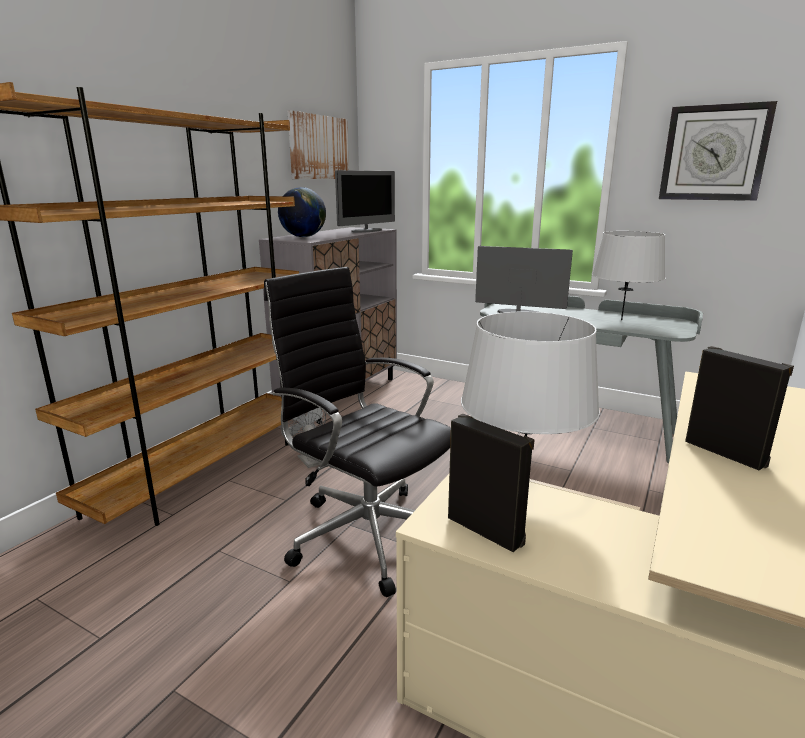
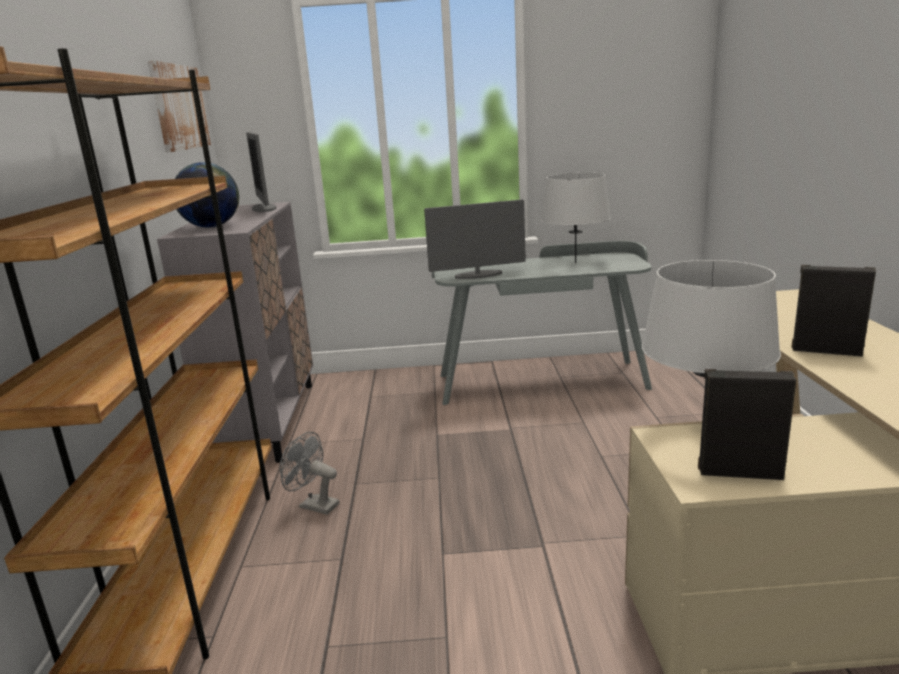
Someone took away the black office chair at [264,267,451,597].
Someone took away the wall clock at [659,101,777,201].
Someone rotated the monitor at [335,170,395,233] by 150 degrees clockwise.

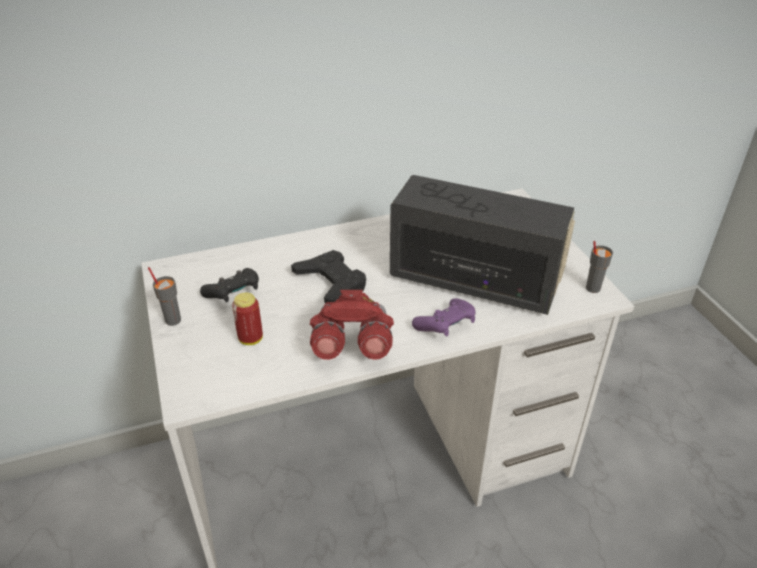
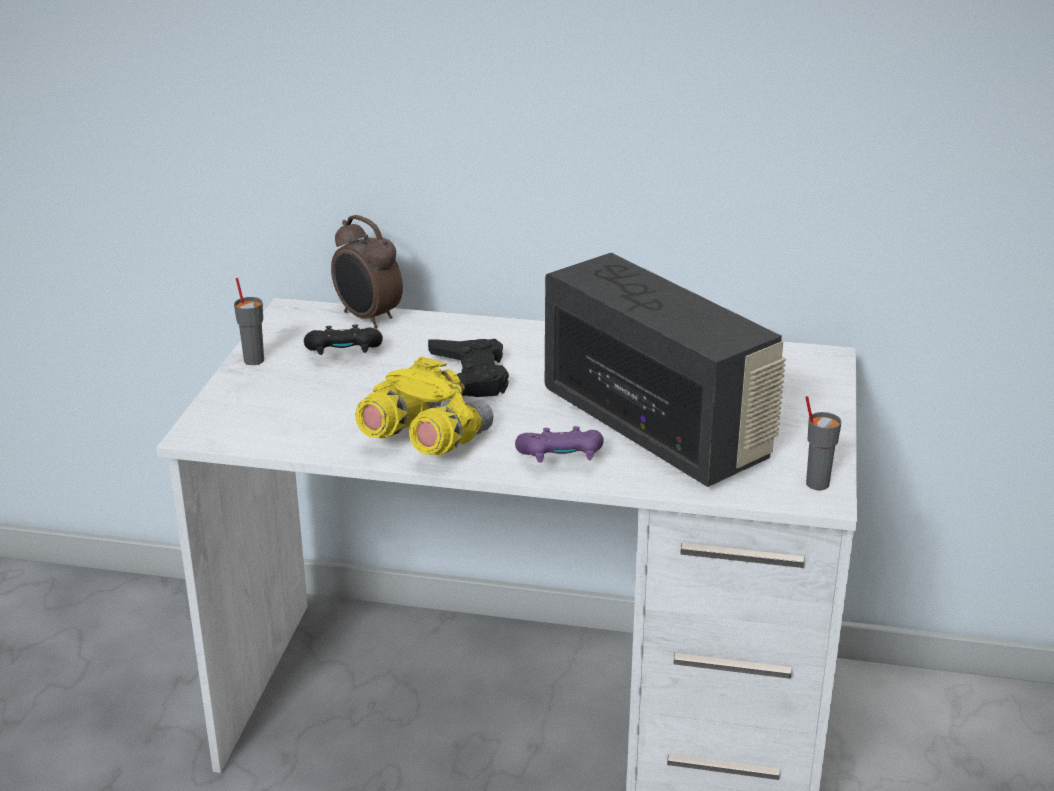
Someone took away the can at [232,293,263,345].
Someone put down the alarm clock at [331,215,403,328].
Someone repainted the red binoculars at [310,290,394,360], which became the yellow binoculars at [355,356,494,455].

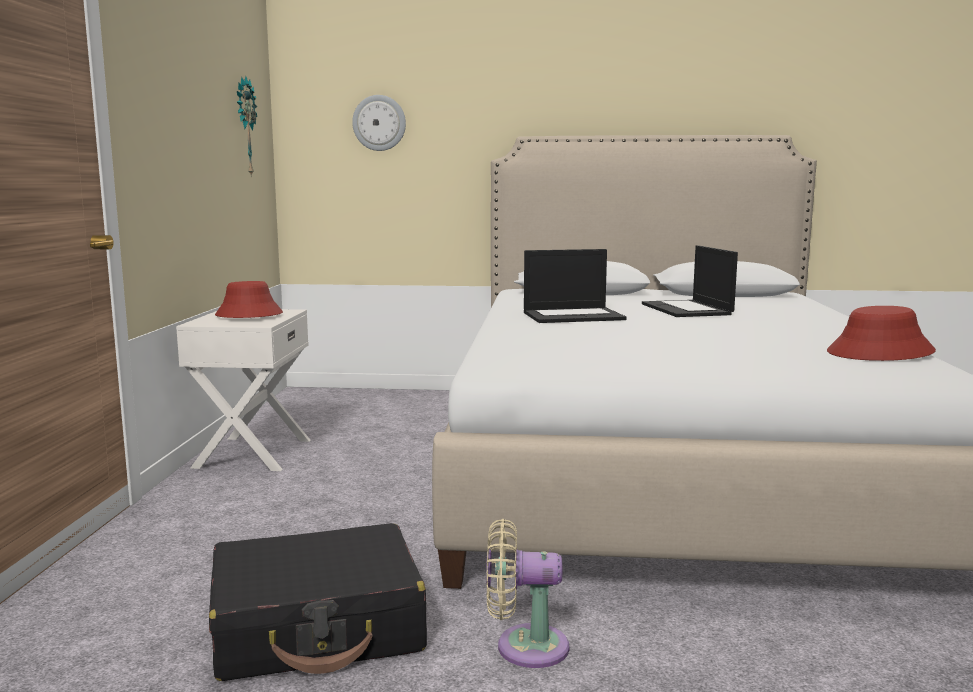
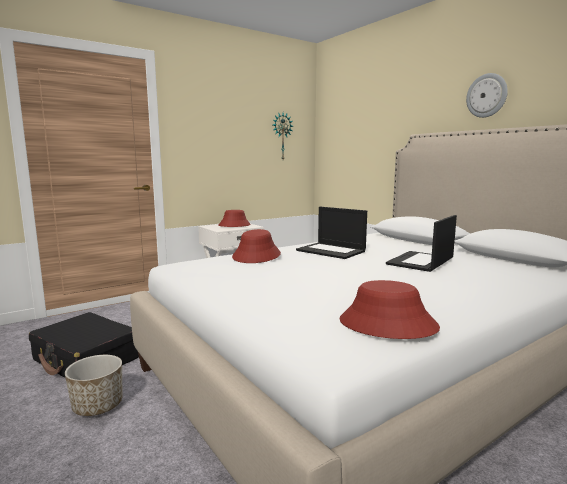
Someone put down the red hat at [232,229,281,263].
Someone carried the wall clock from [352,95,406,151] to [466,73,508,118].
Someone swapped the beige fan at [486,519,569,668] for the planter at [65,355,123,416].

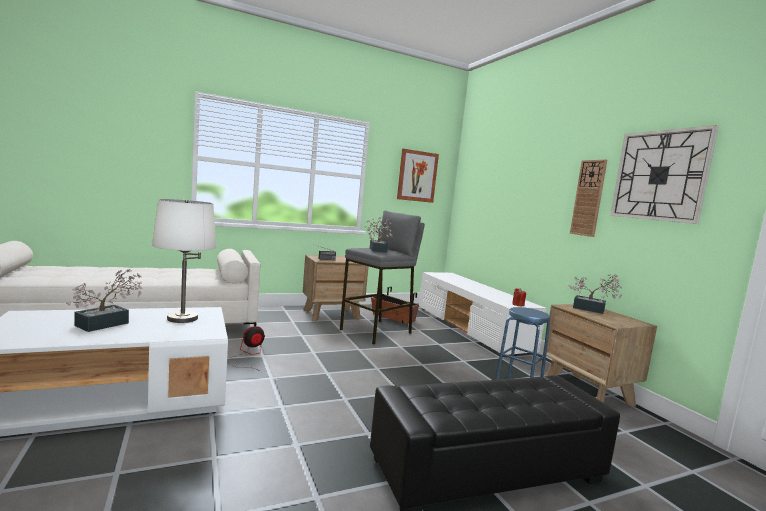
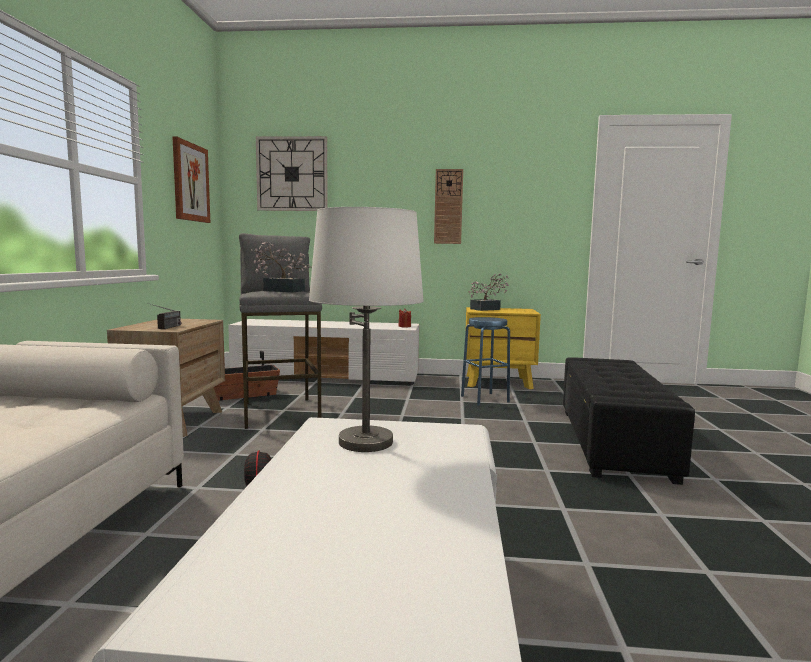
Someone took away the potted plant at [66,269,142,332].
Someone carried the wall clock from [610,125,719,224] to [256,136,328,211].
Someone repainted the brown nightstand at [545,304,657,407], which became the yellow nightstand at [465,307,541,389].

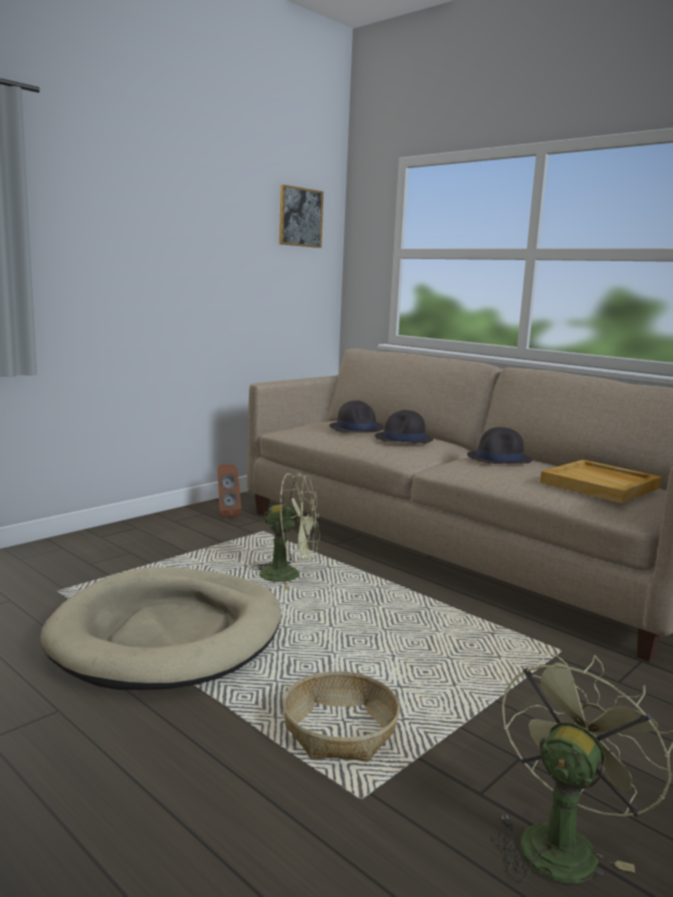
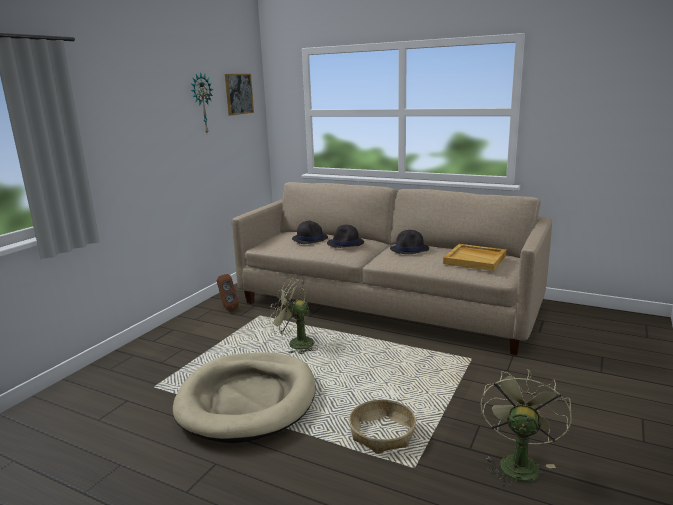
Someone put up the wall clock at [191,72,213,133].
Someone rotated the green fan at [251,473,320,590] by 150 degrees counterclockwise.

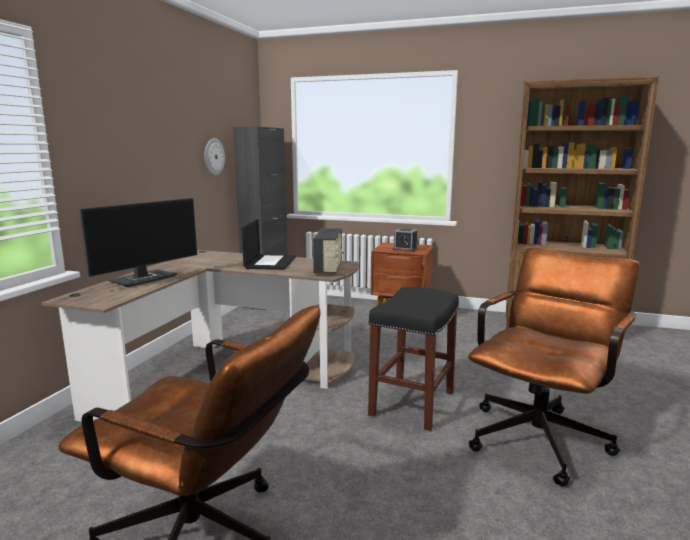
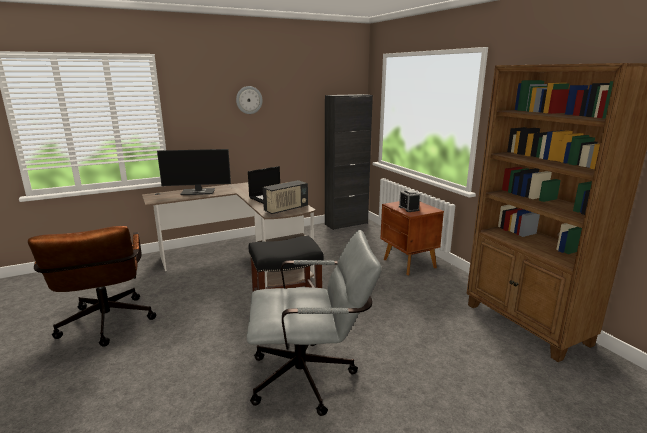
Someone carried the wall clock from [205,138,225,176] to [236,86,263,114].
Someone repainted the brown office chair at [468,247,640,487], which became the grey office chair at [246,230,382,416].

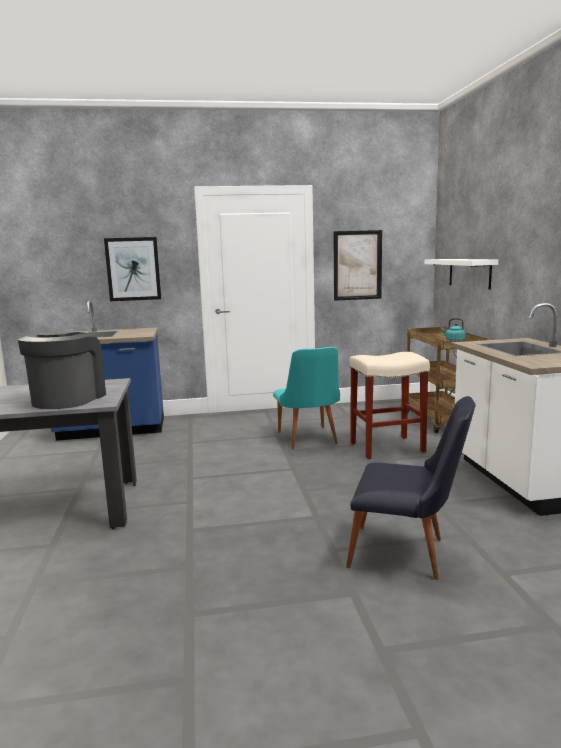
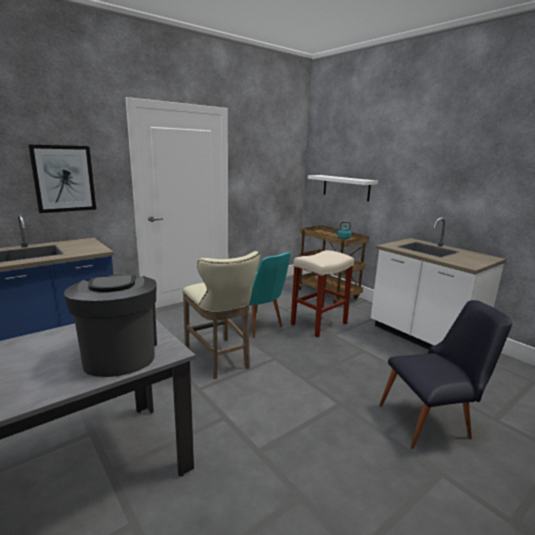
Someone took away the picture at [333,230,382,301].
Someone put down the beige stool at [183,251,260,379].

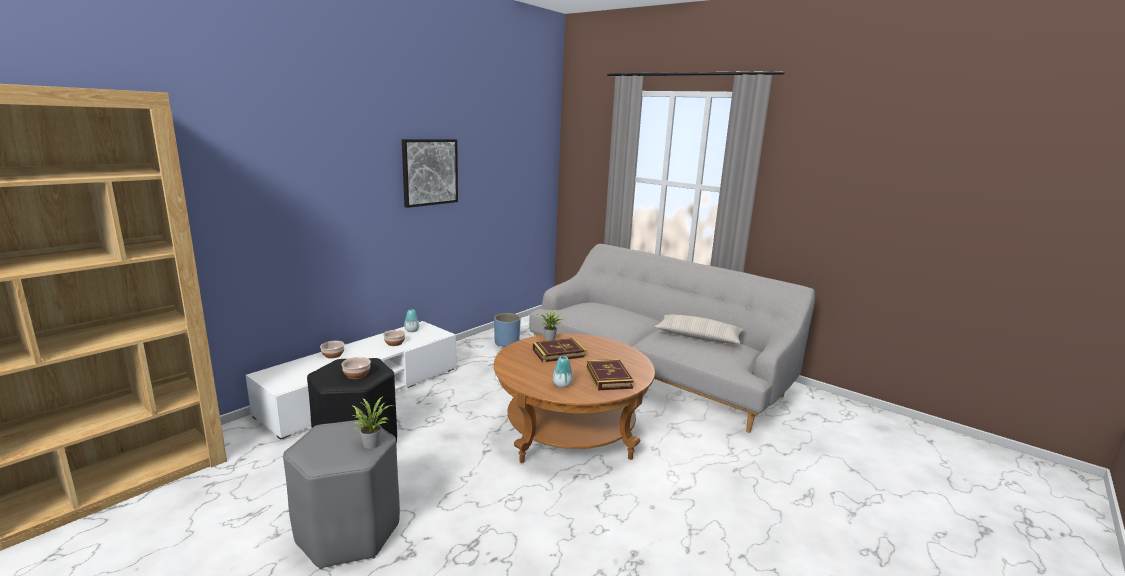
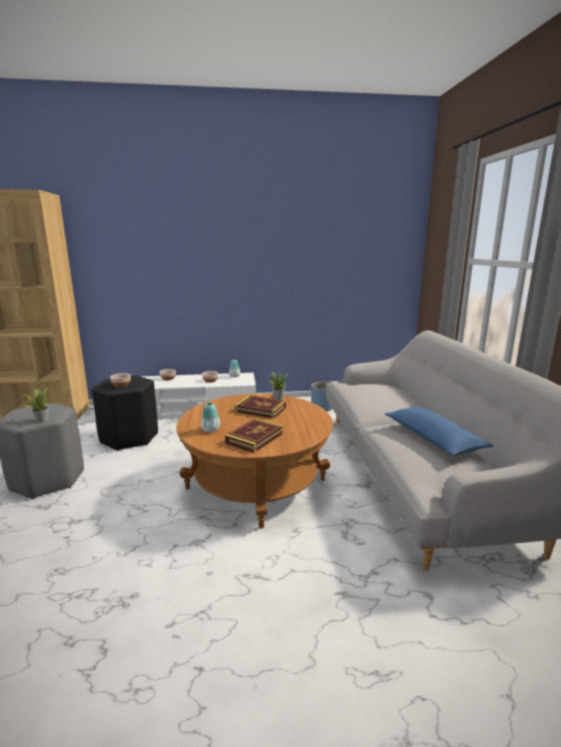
Someone took away the picture at [402,139,458,208].
Someone repainted the beige pillow at [654,314,744,344], which became the blue pillow at [385,407,493,456].

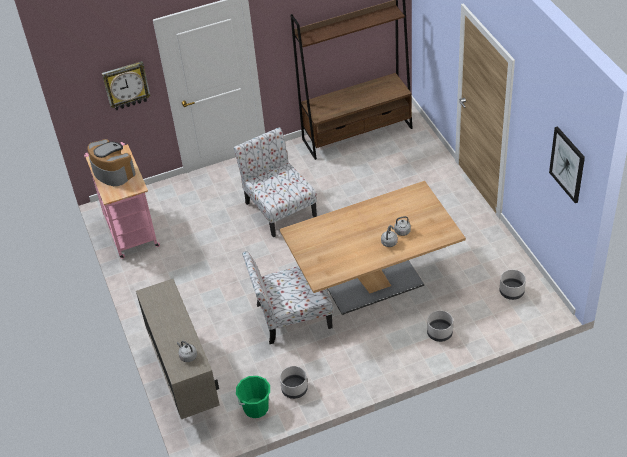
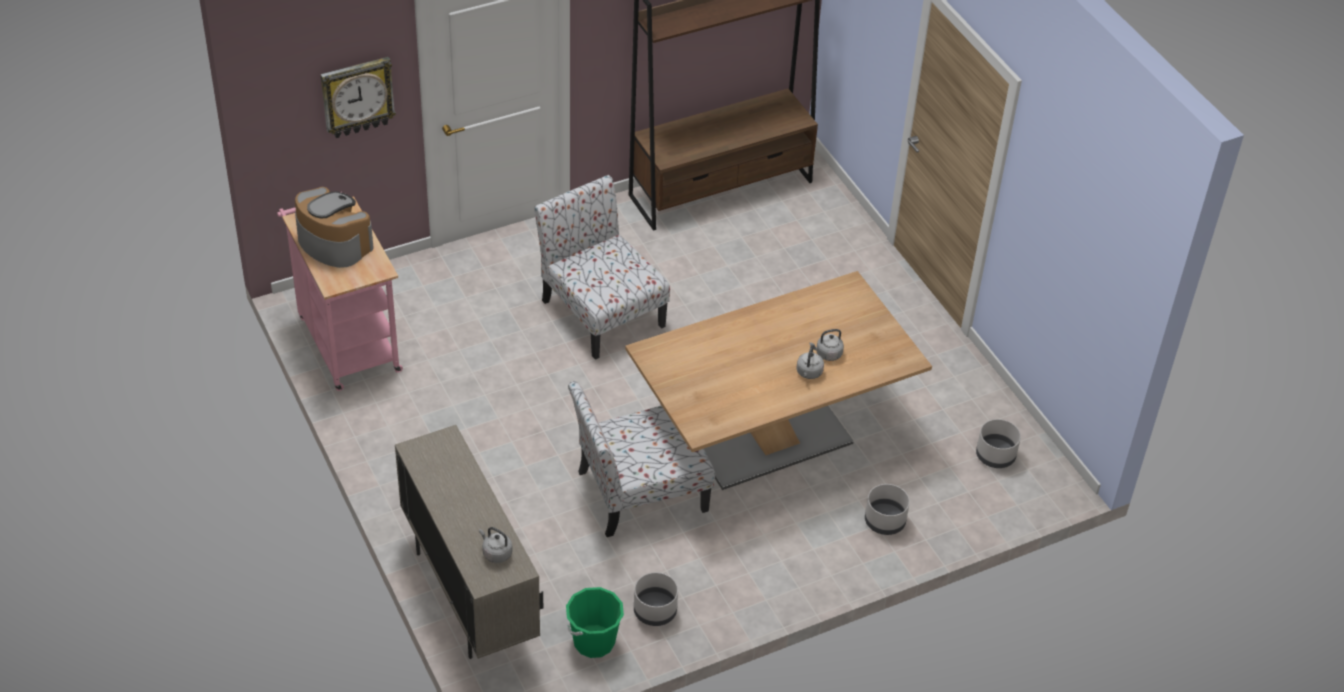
Someone took away the picture at [549,126,585,203].

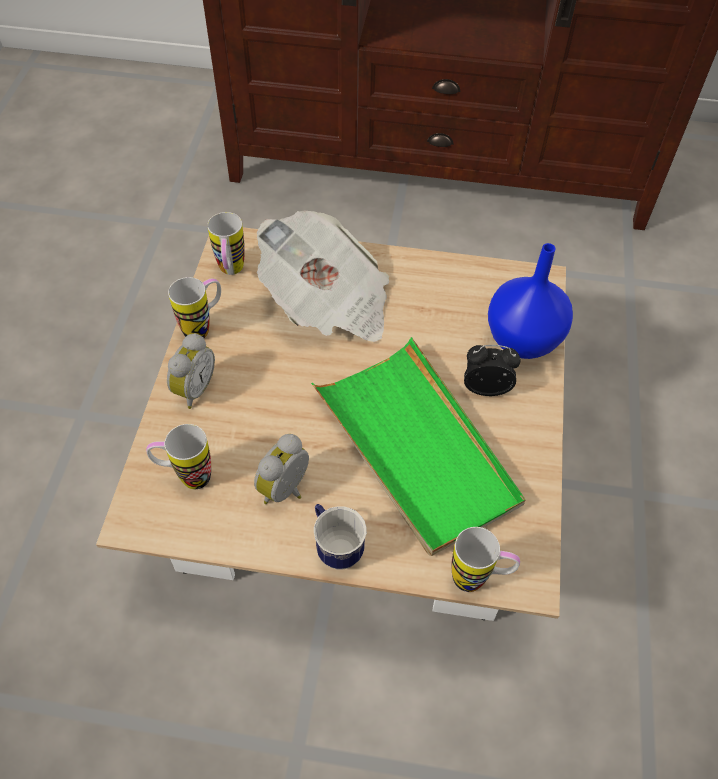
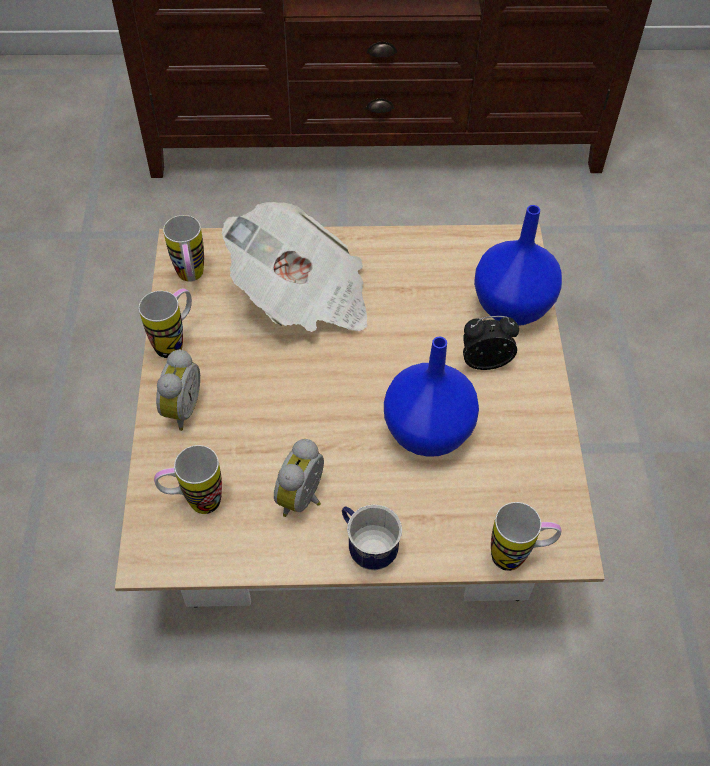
Someone swapped the green tray at [311,337,526,556] for the blue vase at [384,337,479,457].

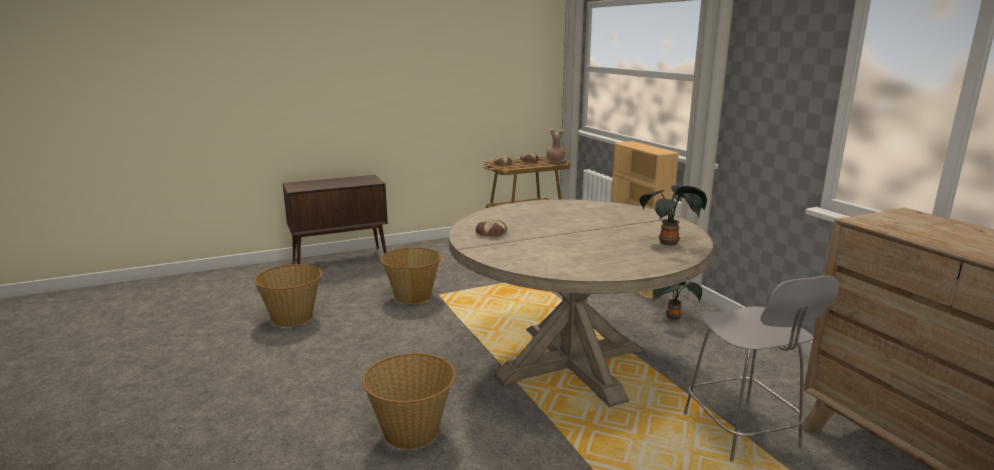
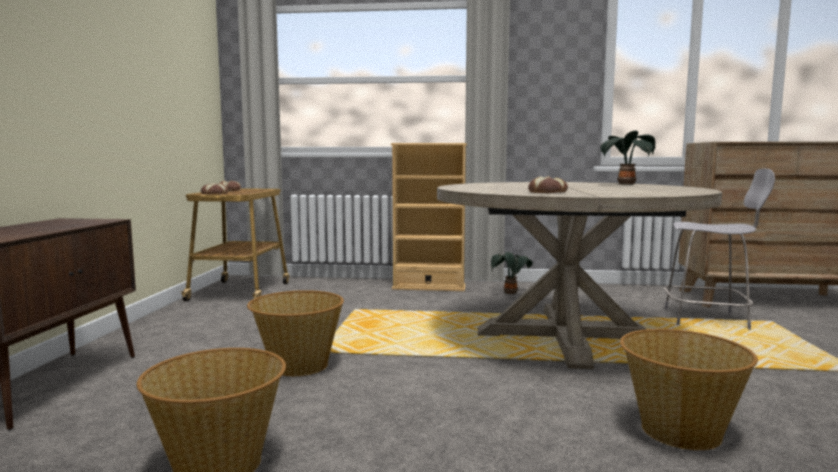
Someone took away the brown vase at [546,129,565,162].

